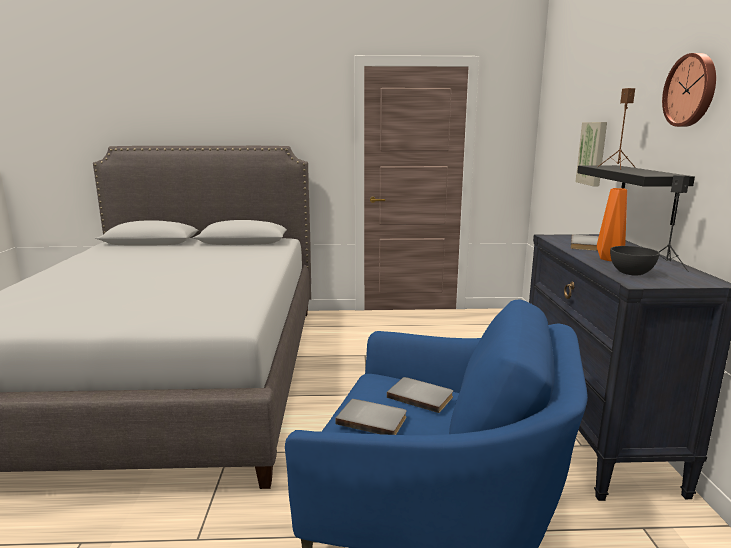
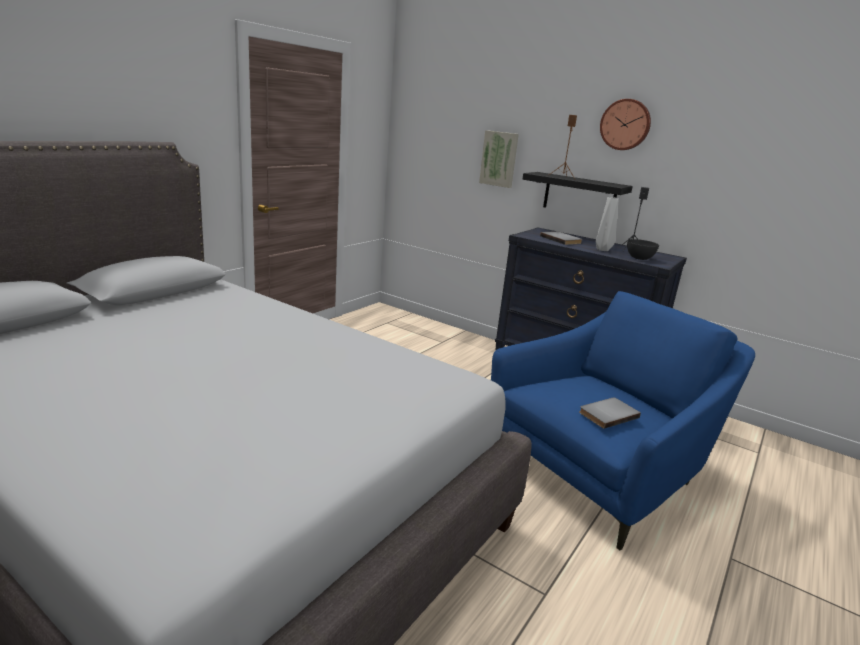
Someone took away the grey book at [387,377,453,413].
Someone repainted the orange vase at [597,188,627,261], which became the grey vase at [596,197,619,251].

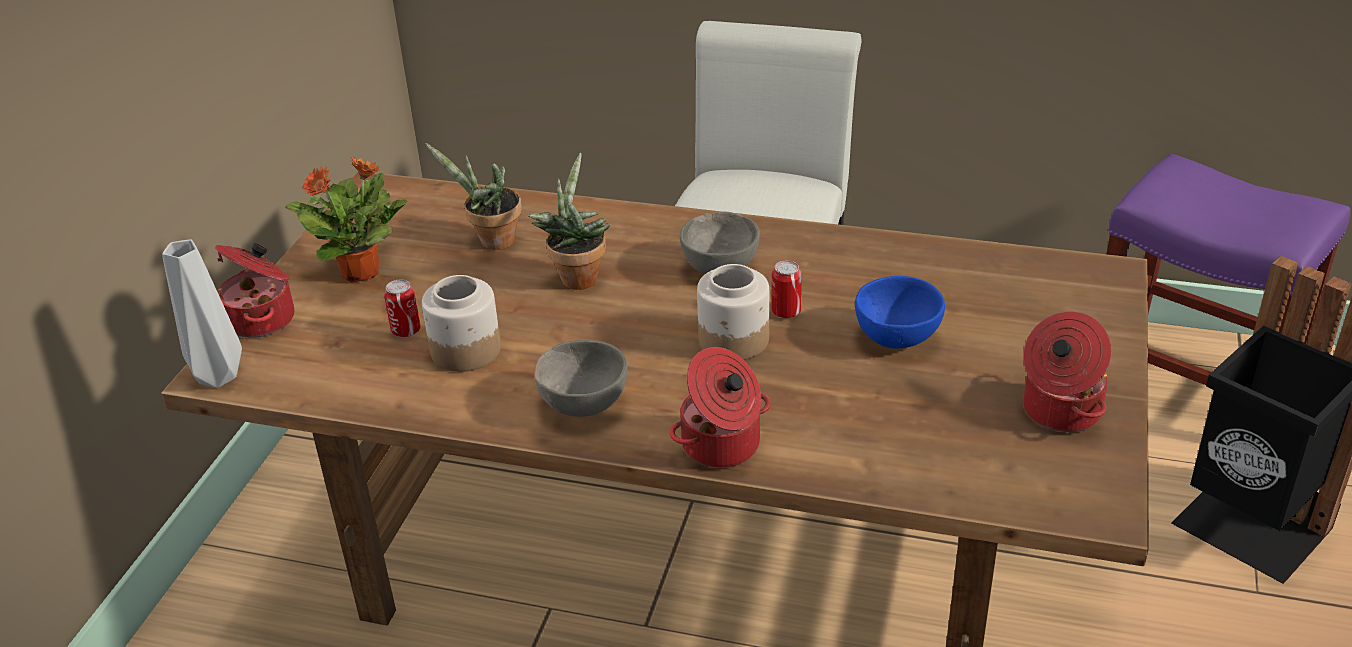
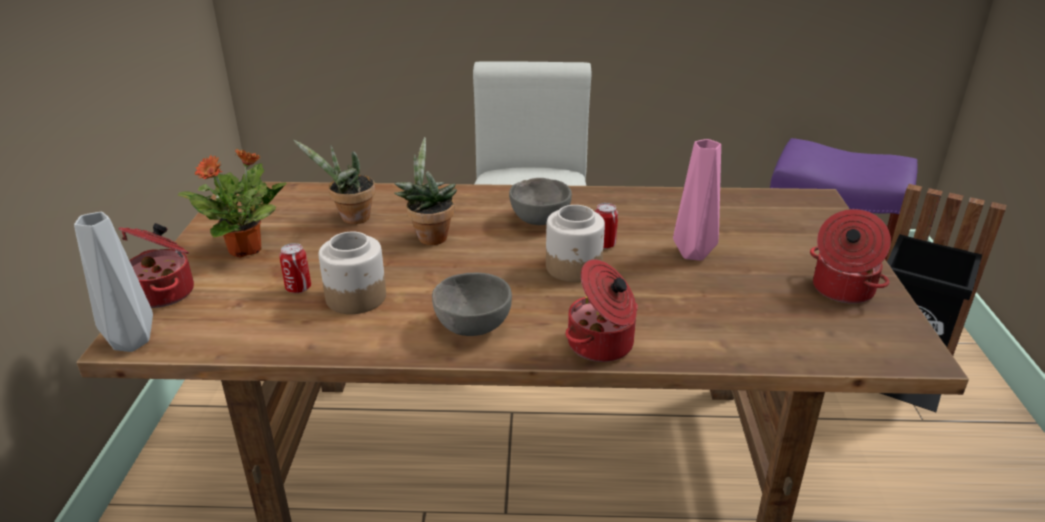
Someone swapped the blue bowl at [855,276,945,349] for the pink vase at [673,139,721,261].

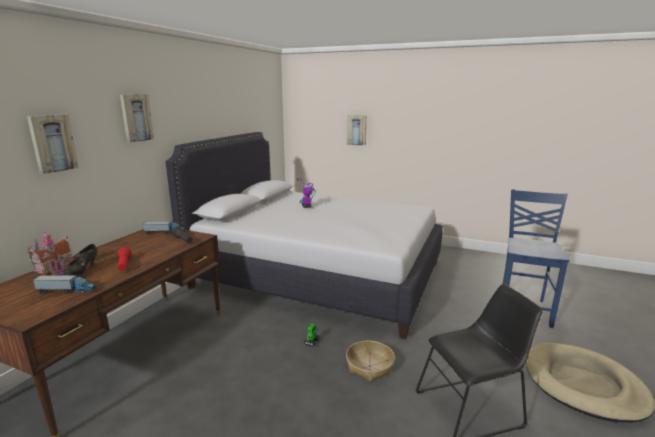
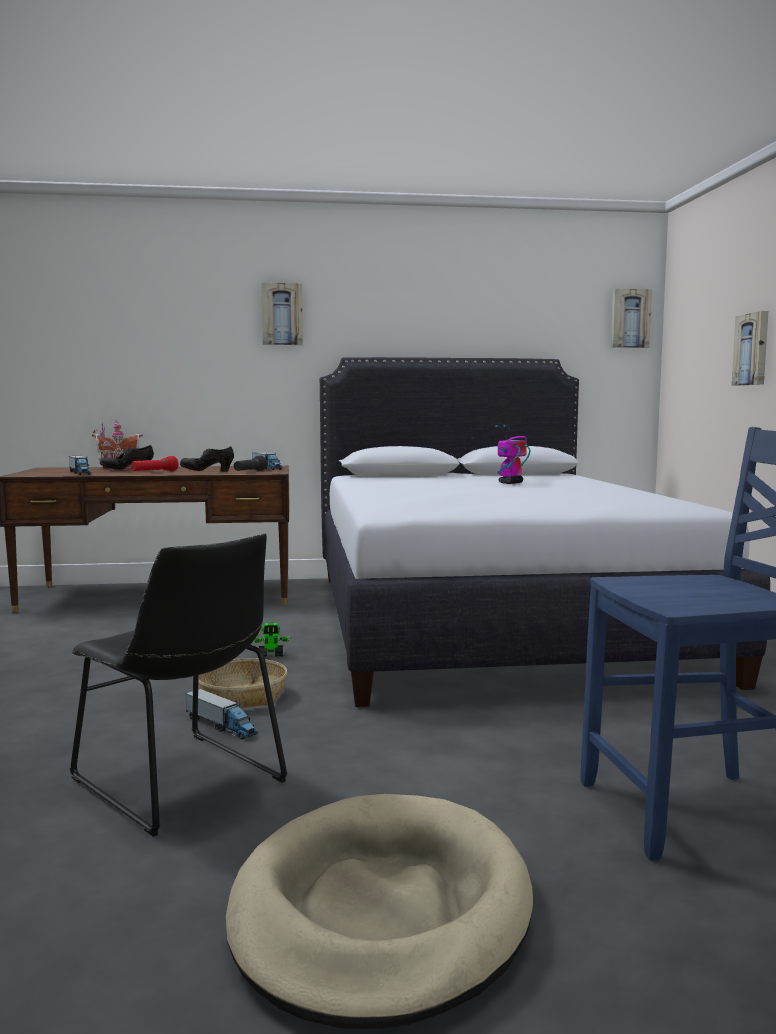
Someone put down the black shoe at [180,446,234,472].
Someone put down the toy truck at [185,688,258,739].
Someone carried the picture from [27,114,78,174] to [611,289,652,348].

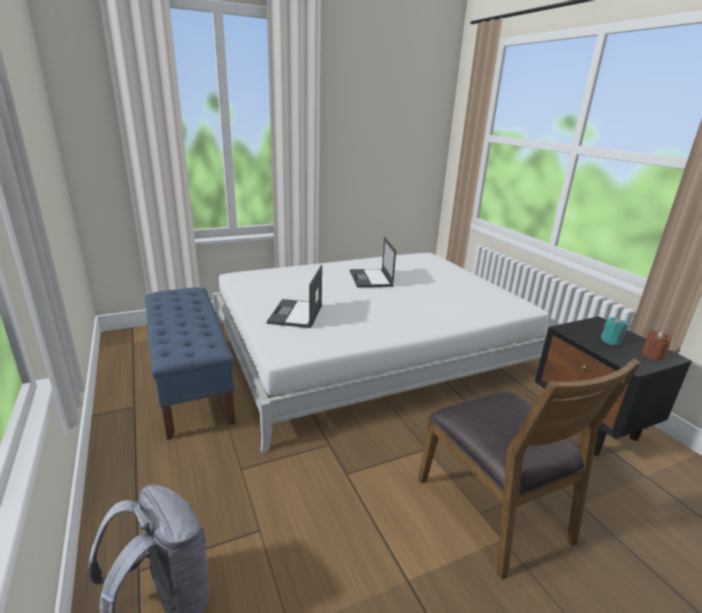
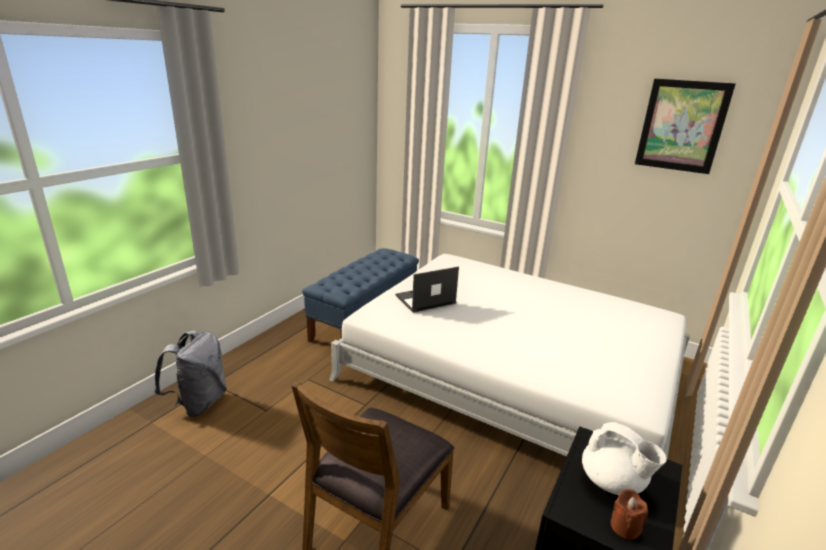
Someone took away the laptop at [350,237,396,288].
Someone put up the picture at [635,79,736,174].
Someone swapped the turquoise candle at [600,317,628,346] for the white teapot at [582,422,667,495].

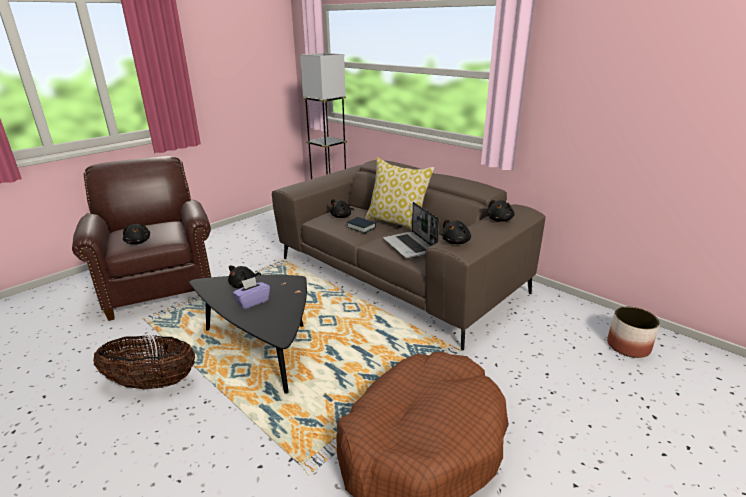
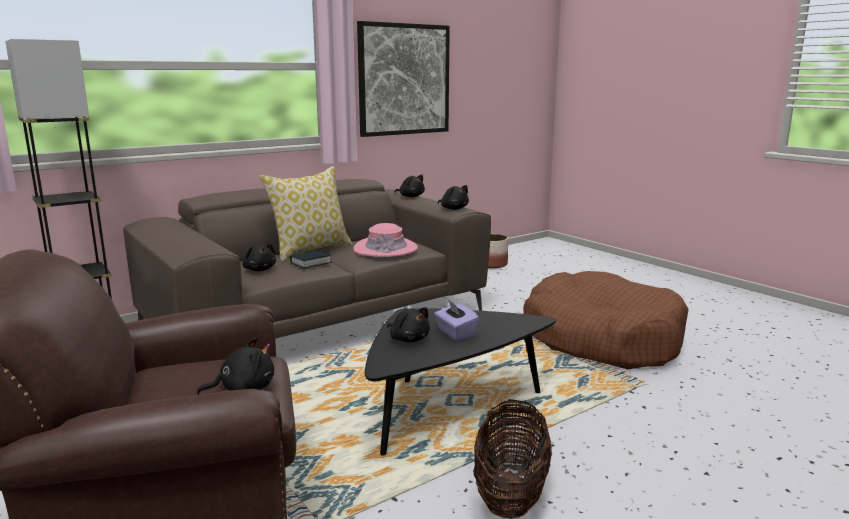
Someone put up the picture at [357,21,450,137].
Someone swapped the laptop at [383,202,439,258] for the pink hat at [353,223,418,257].

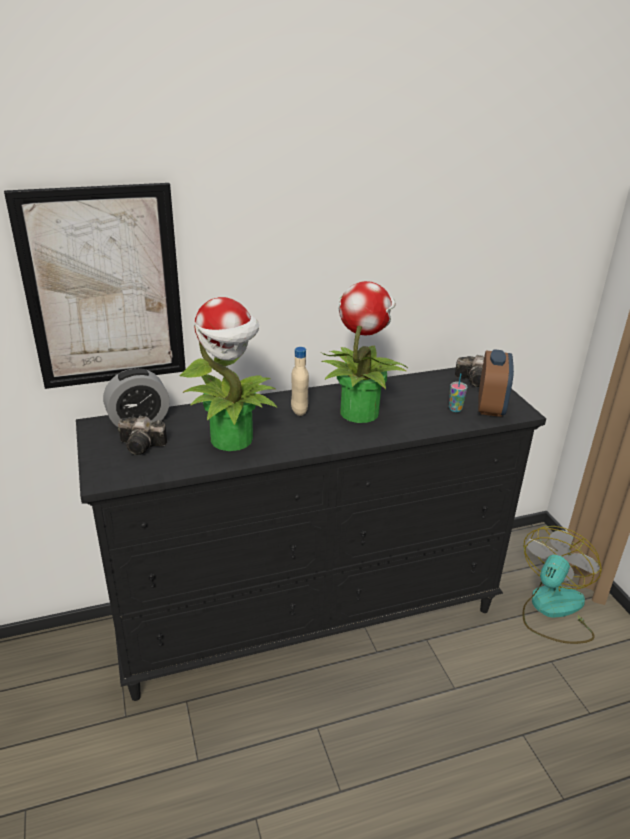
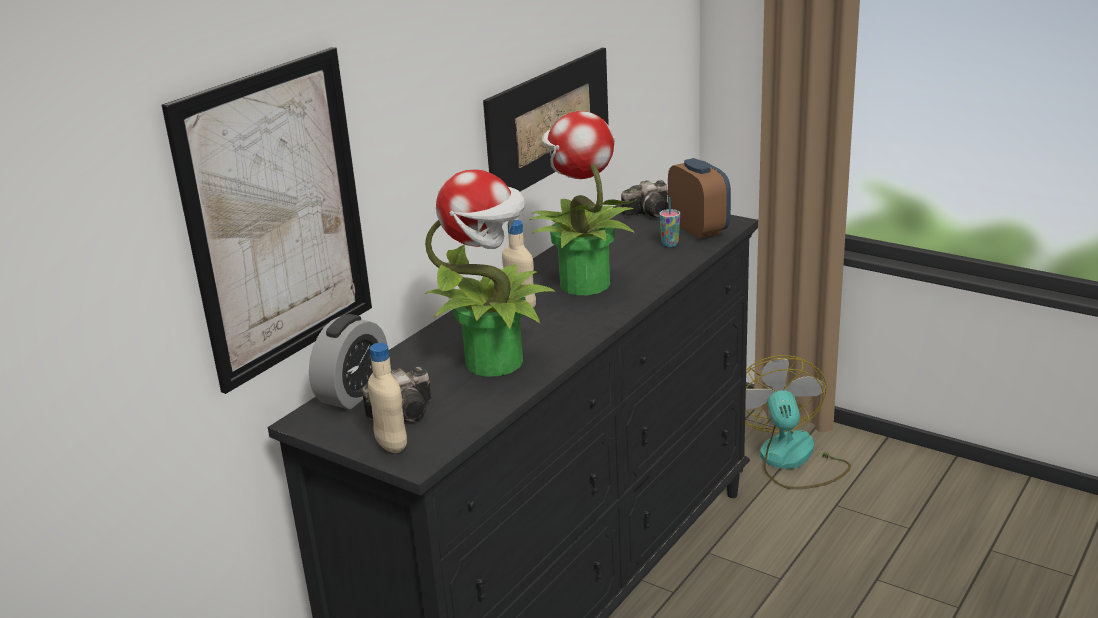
Someone put down the beige bottle at [368,343,407,453].
Someone put up the picture at [483,48,609,191].

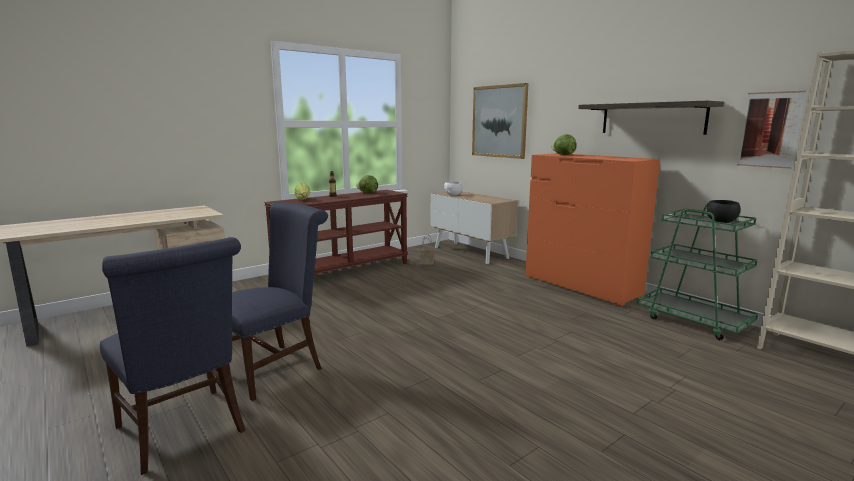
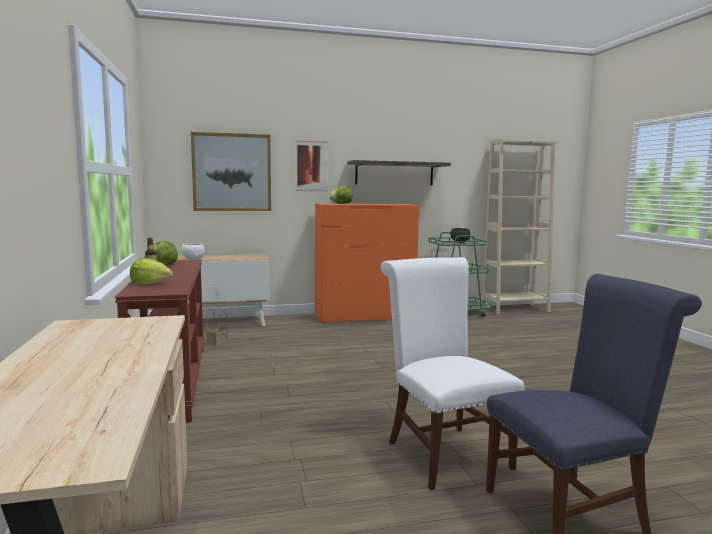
Someone carried the picture from [737,91,806,169] to [296,141,328,191].
Someone repainted the blue chair at [216,201,328,401], which became the white chair at [381,257,524,490].

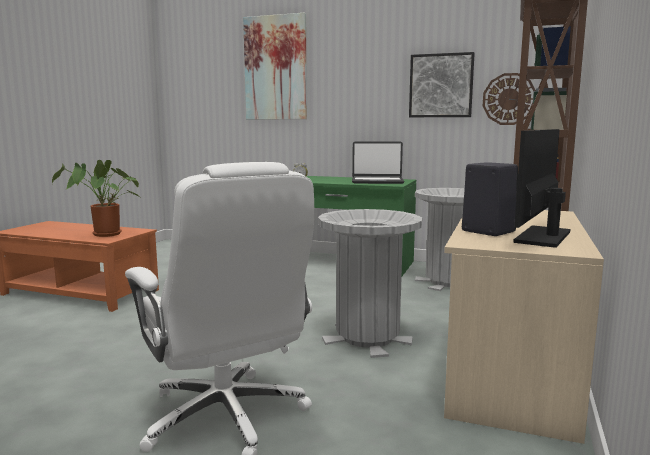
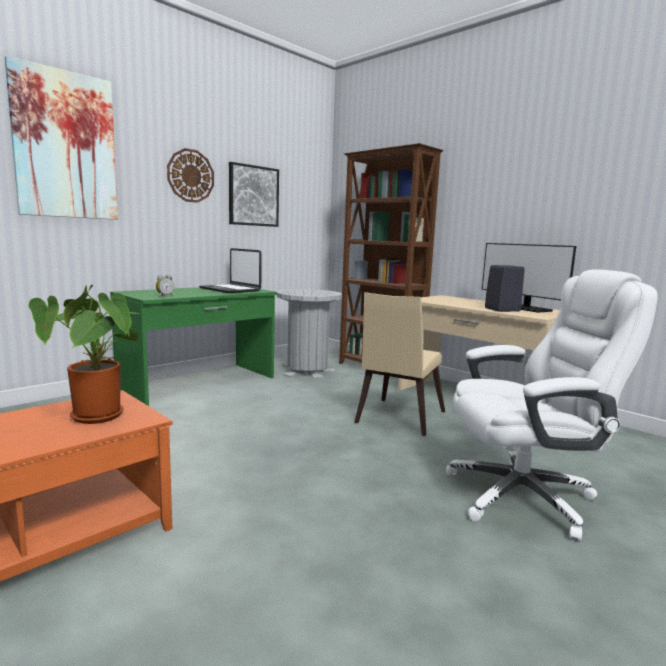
Someone carried the wall clock from [483,73,536,125] to [167,148,214,203].
Someone swapped the grey trash can at [318,209,422,358] for the beige chair at [354,292,445,436].
Someone rotated the laptop at [352,141,405,184] by 105 degrees clockwise.

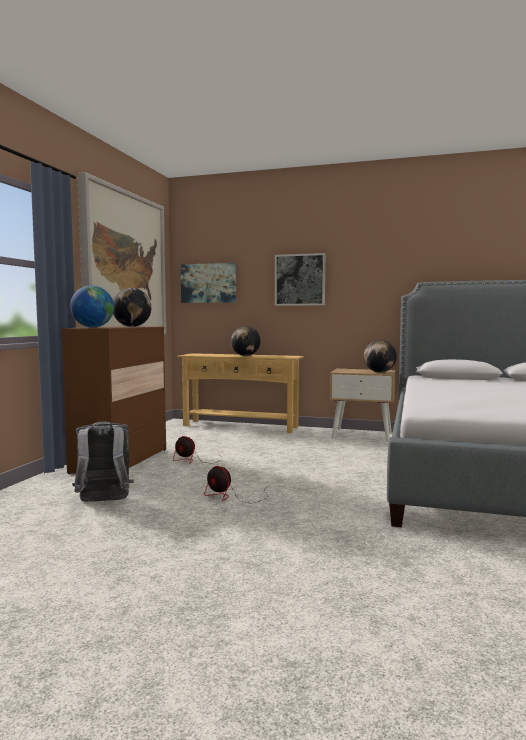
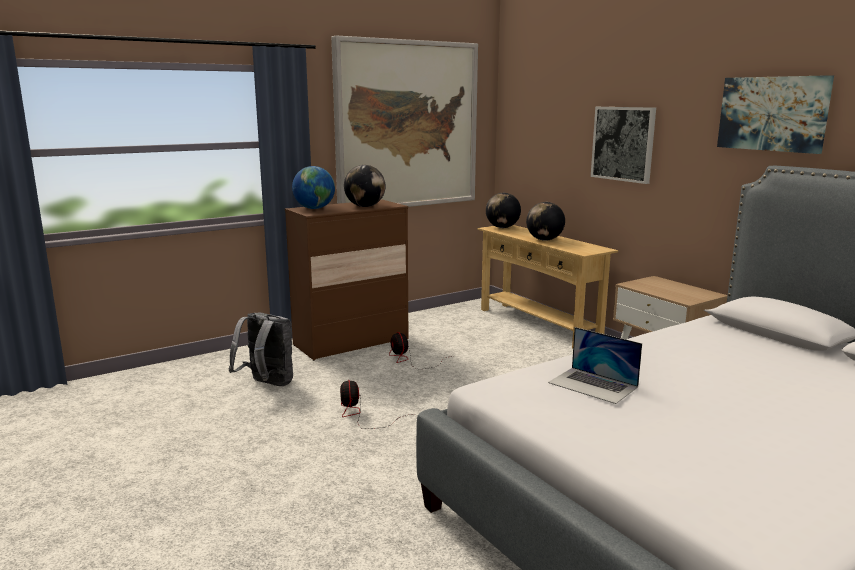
Someone put down the laptop at [548,327,642,404].
Someone carried the picture from [181,263,236,303] to [717,75,834,154].
Someone carried the globe from [364,340,397,372] to [486,193,521,228].

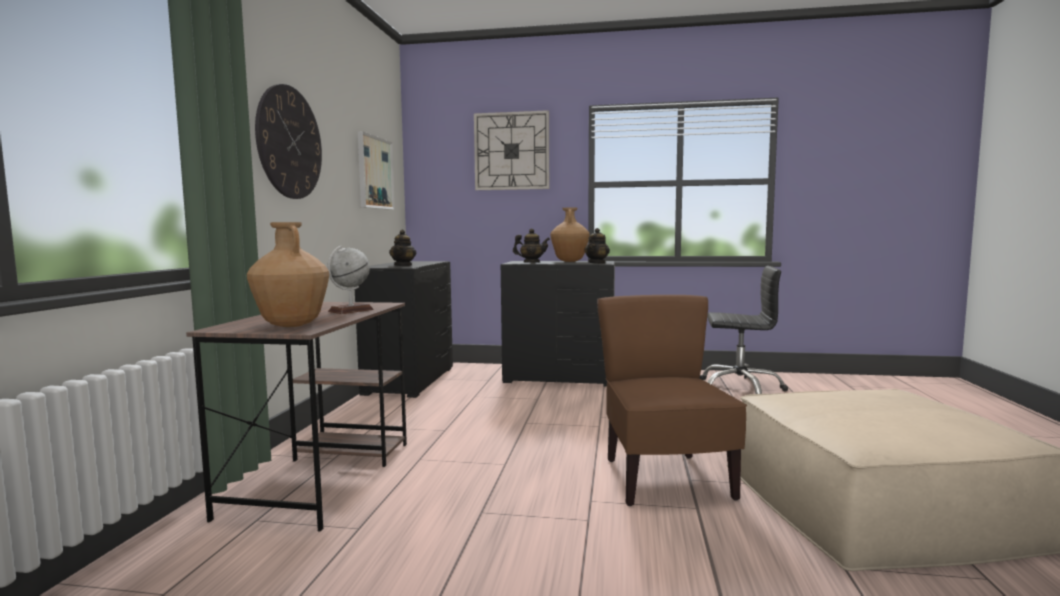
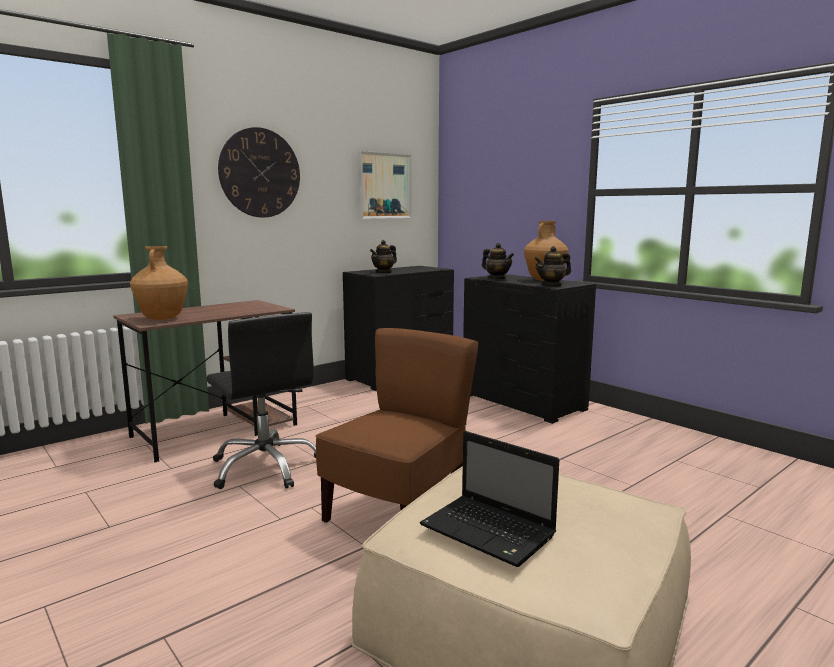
Someone took away the globe at [327,246,374,314].
Someone took away the wall clock at [474,110,549,190].
Someone put down the laptop at [420,431,559,567].
Someone carried the black office chair from [699,266,788,394] to [206,312,316,489].

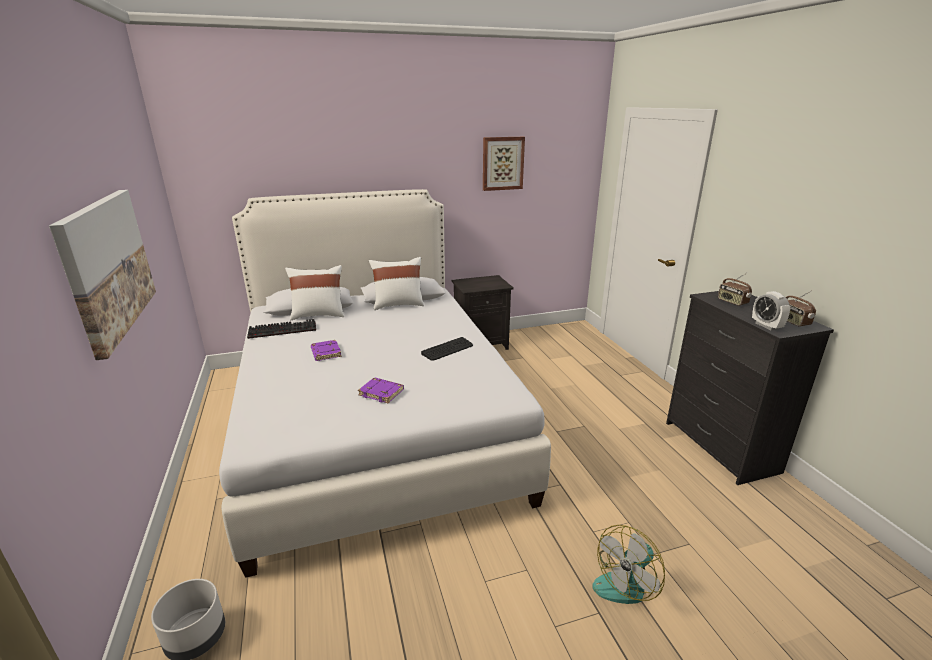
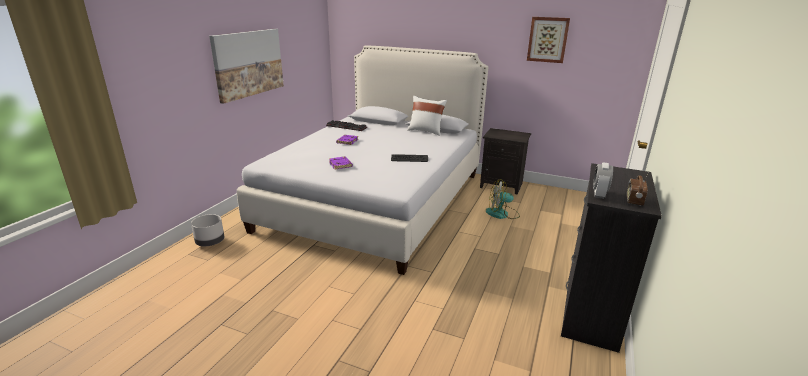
Someone took away the white pillow at [285,265,344,320].
Someone took away the radio at [718,273,752,306].
Someone carried the fan from [592,525,665,604] to [486,179,520,219].

